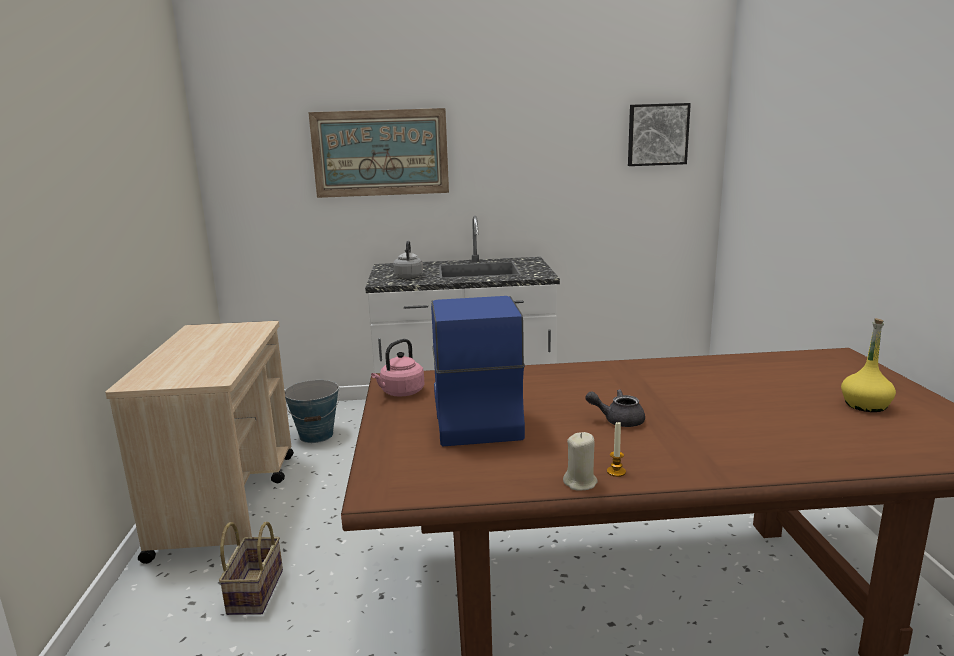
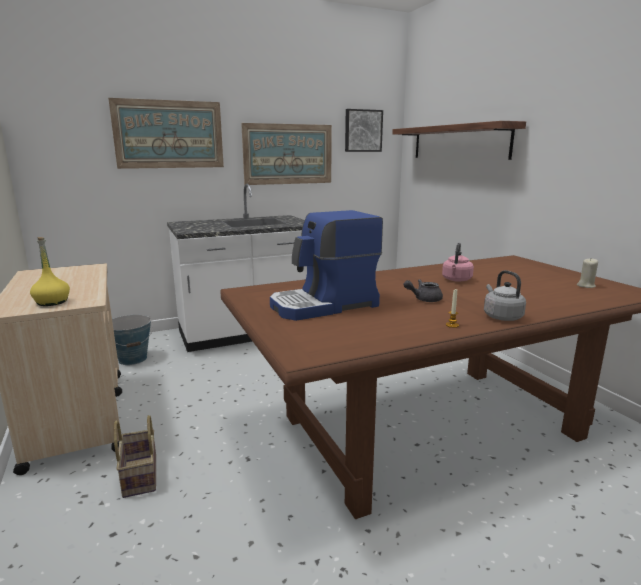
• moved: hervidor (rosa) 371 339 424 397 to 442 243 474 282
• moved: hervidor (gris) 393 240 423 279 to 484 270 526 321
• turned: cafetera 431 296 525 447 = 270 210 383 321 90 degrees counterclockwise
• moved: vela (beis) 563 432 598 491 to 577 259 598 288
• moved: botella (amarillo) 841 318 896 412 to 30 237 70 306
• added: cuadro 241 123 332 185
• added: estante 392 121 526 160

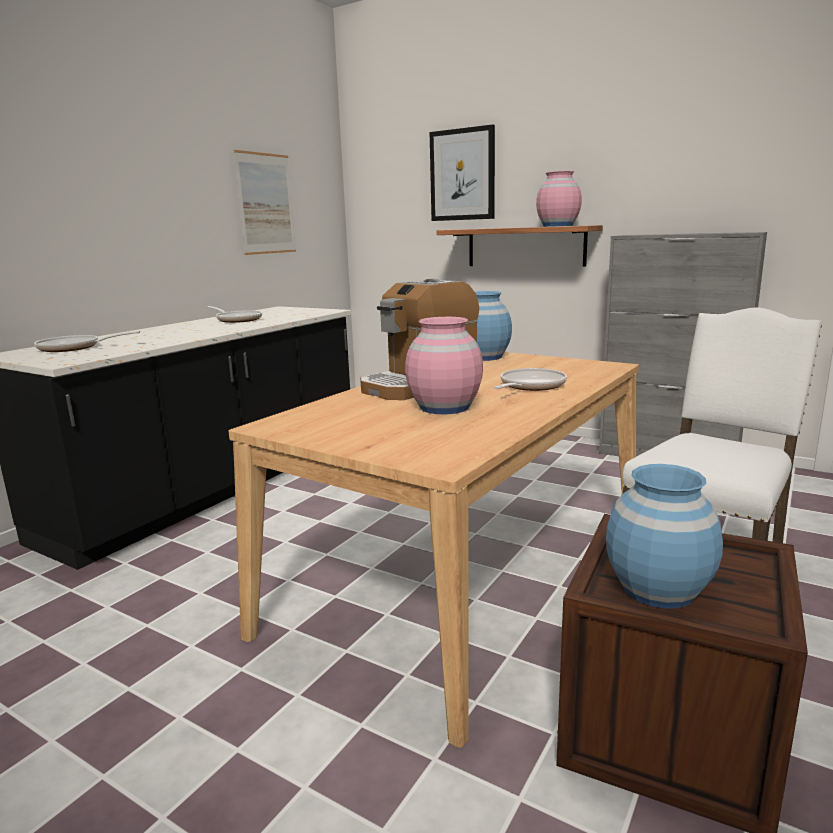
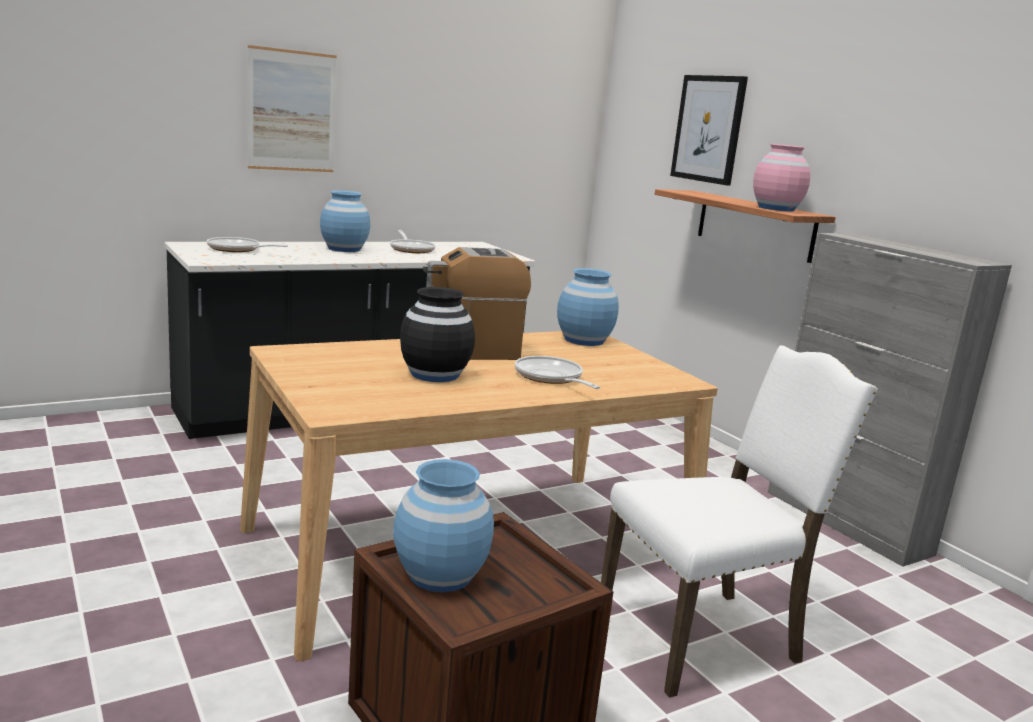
• moved: cuadro 234 150 296 255 to 248 45 337 172
• recoloured: florero (rosa) 405 317 483 414 to florero (negro) 400 287 475 382
• turned: sartén 494 368 567 391 = 515 356 600 389 90 degrees counterclockwise
• added: florero (azul) 320 190 370 252

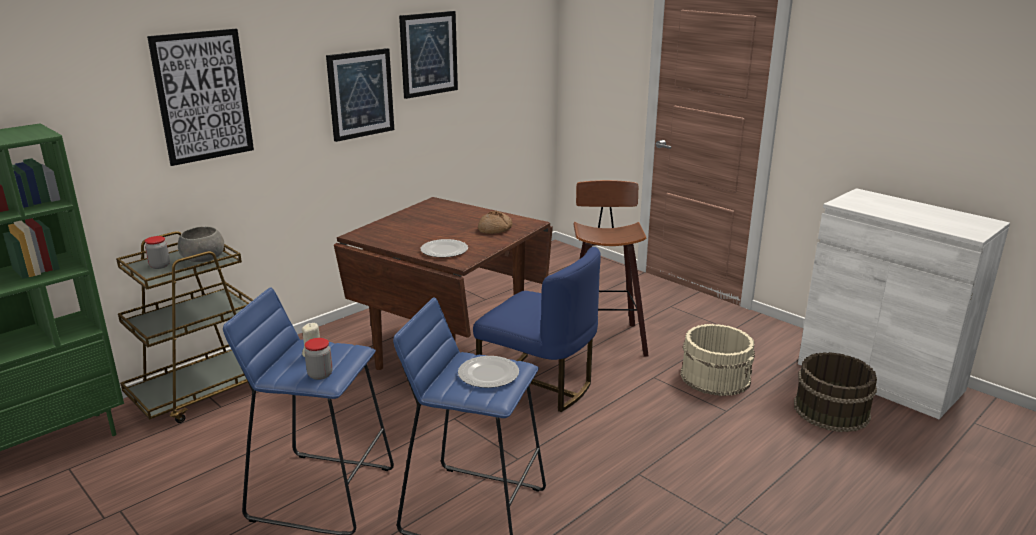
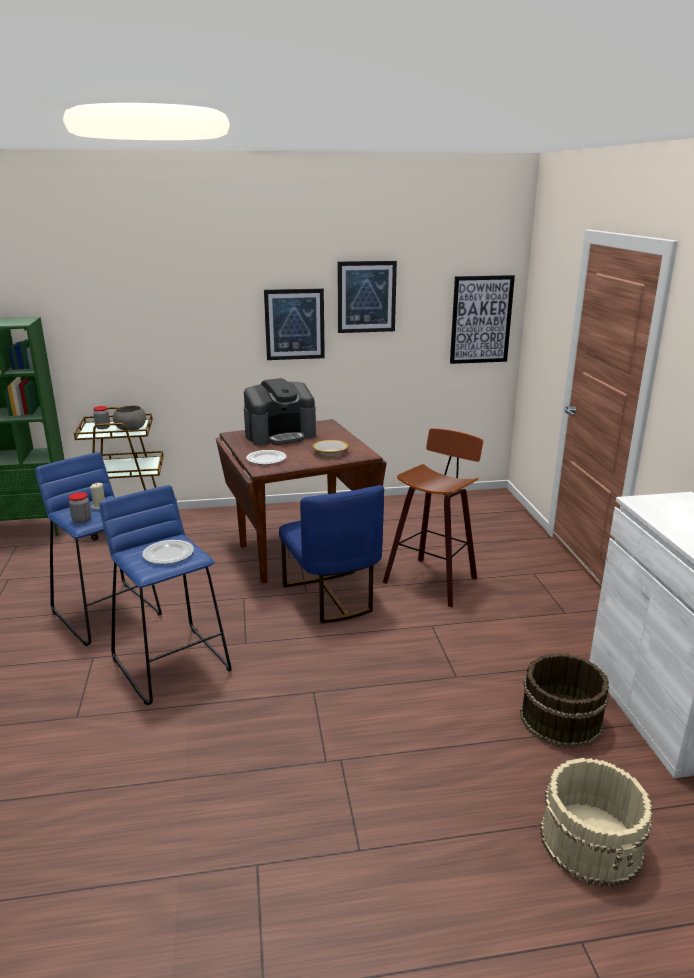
• moved: cuadro 147 29 254 166 to 450 275 515 364
• replaced: pan 478 211 512 234 to cuenco 312 440 349 456
• moved: cubo (beis) 680 324 755 396 to 540 758 653 888
• added: cafetera 244 378 316 446

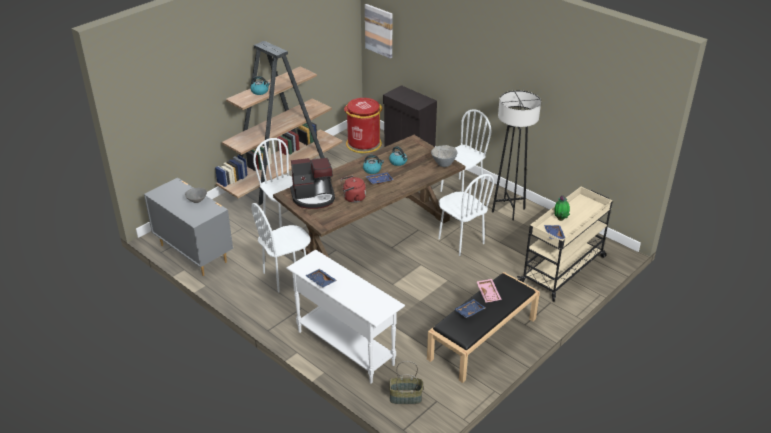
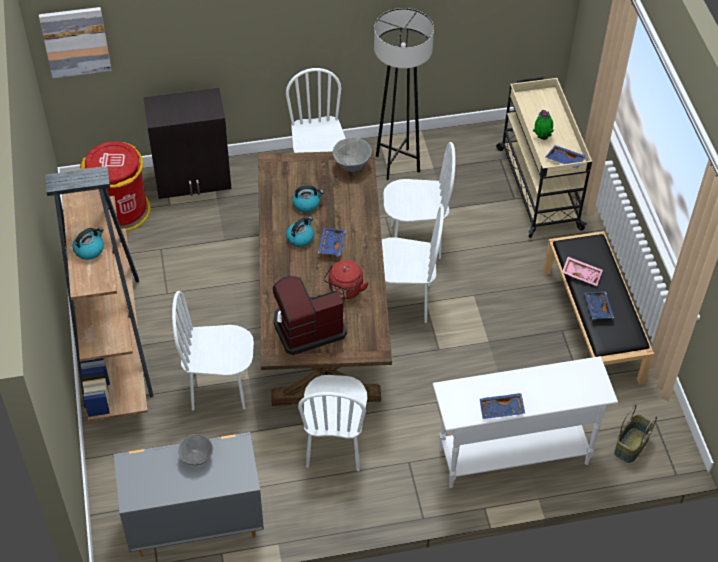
• turned: cafetera 290 158 335 209 = 273 276 347 355 135 degrees counterclockwise
• added: silla (blanco) 382 206 444 323

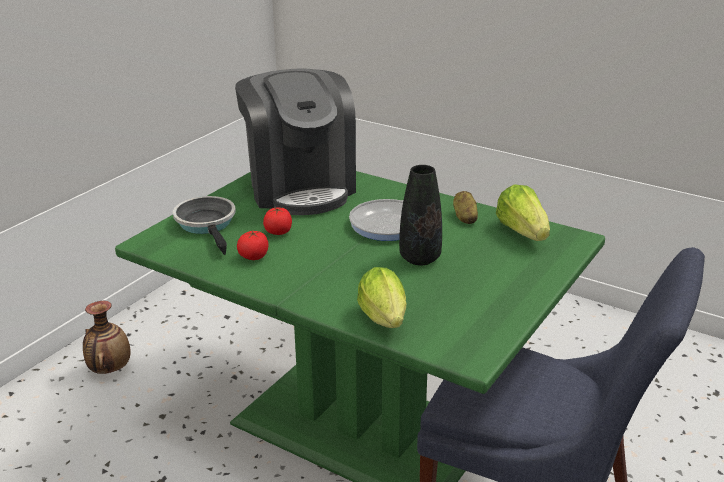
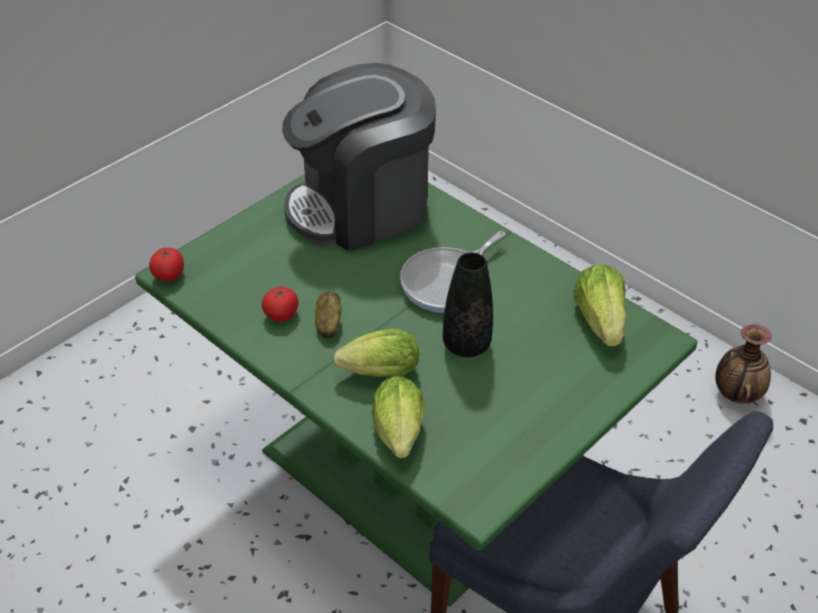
• moved: florero 83 301 131 374 to 715 324 771 404
• removed: sartén 173 196 236 255
• turned: cafetera 235 69 356 215 = 282 63 436 251 75 degrees clockwise
• moved: tomate 263 207 292 235 to 149 247 184 281
• moved: patata 453 191 478 224 to 315 291 342 339
• added: lechuga 333 329 419 377

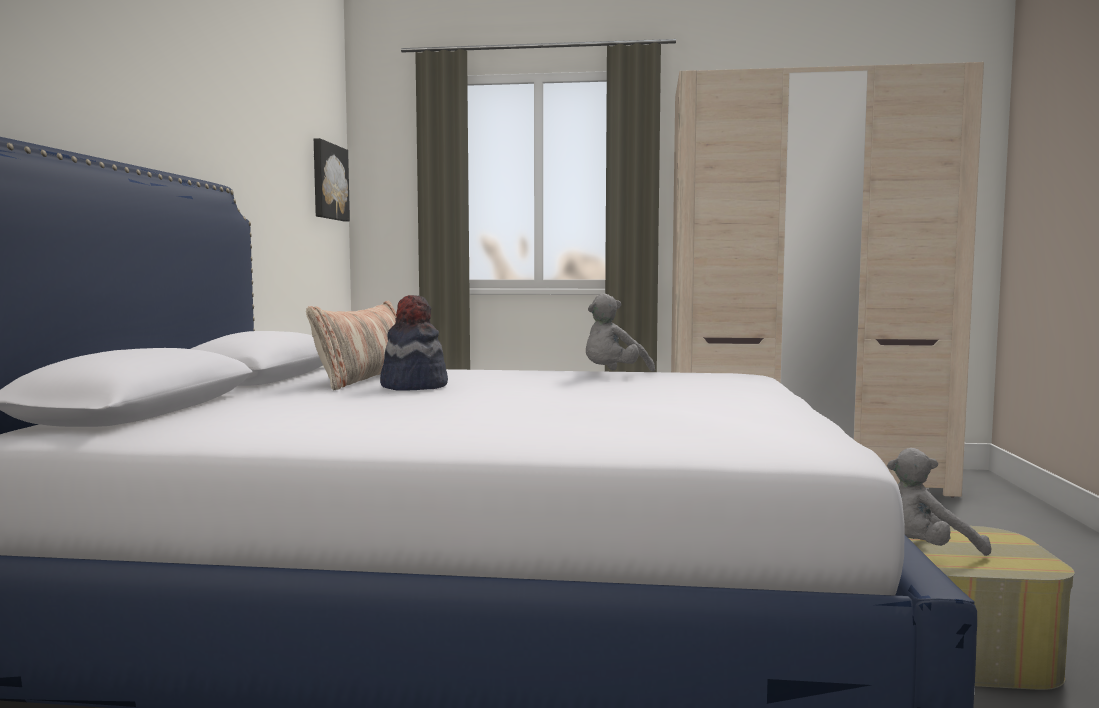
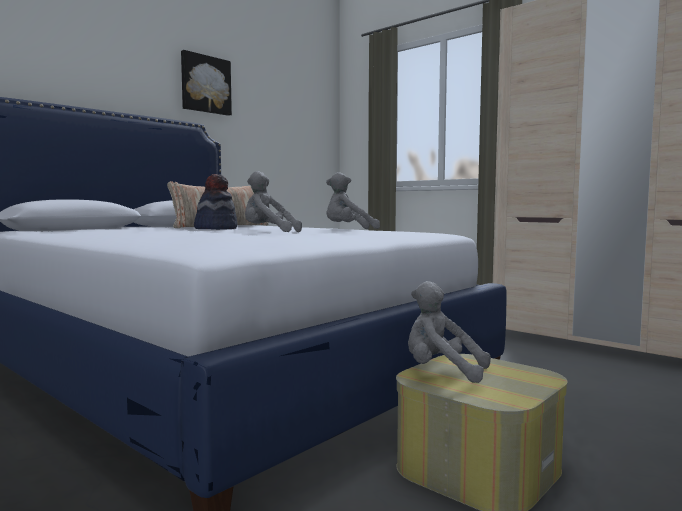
• moved: cuadro 314 138 350 221 to 181 50 232 116
• added: peluche (gris) 245 171 302 232

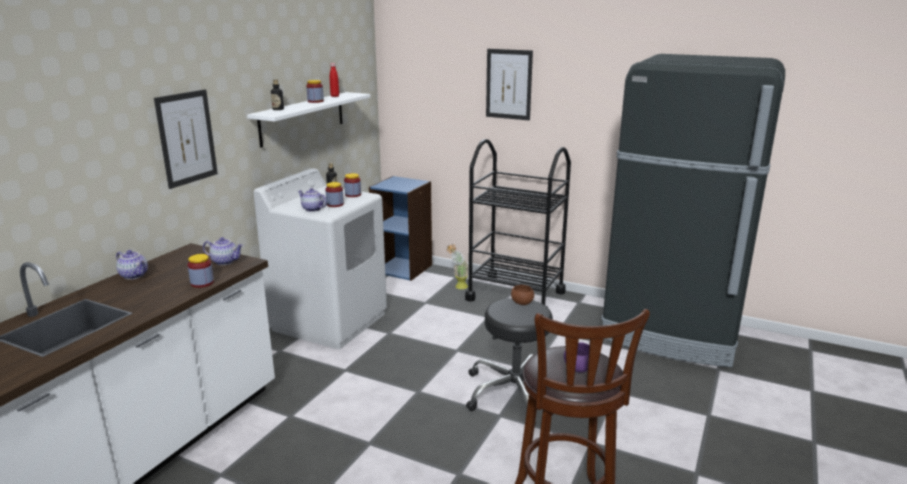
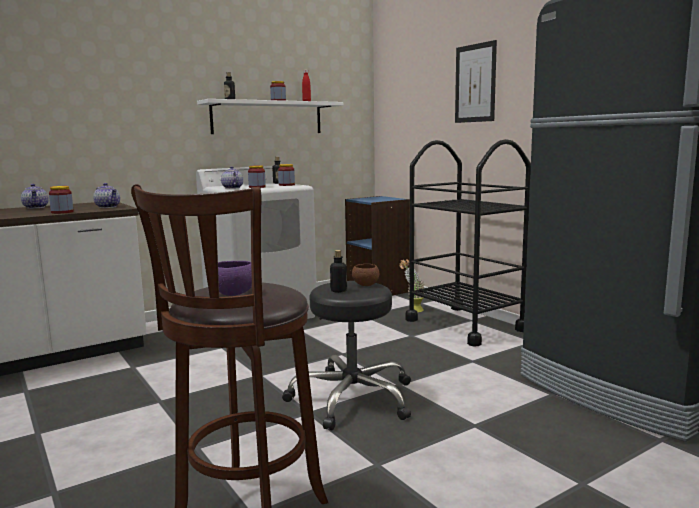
• removed: cuadro 154 89 218 189
• added: botella 330 250 347 293

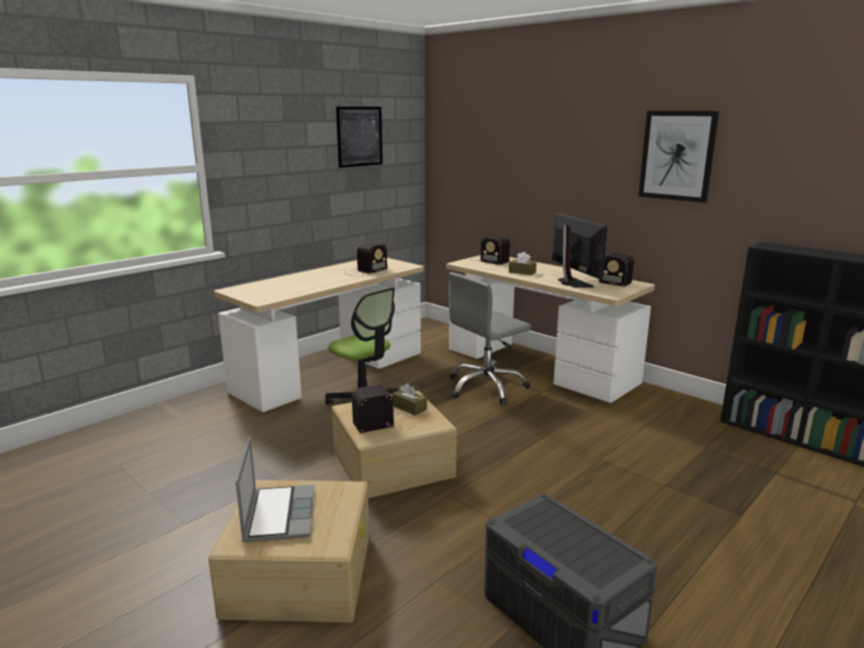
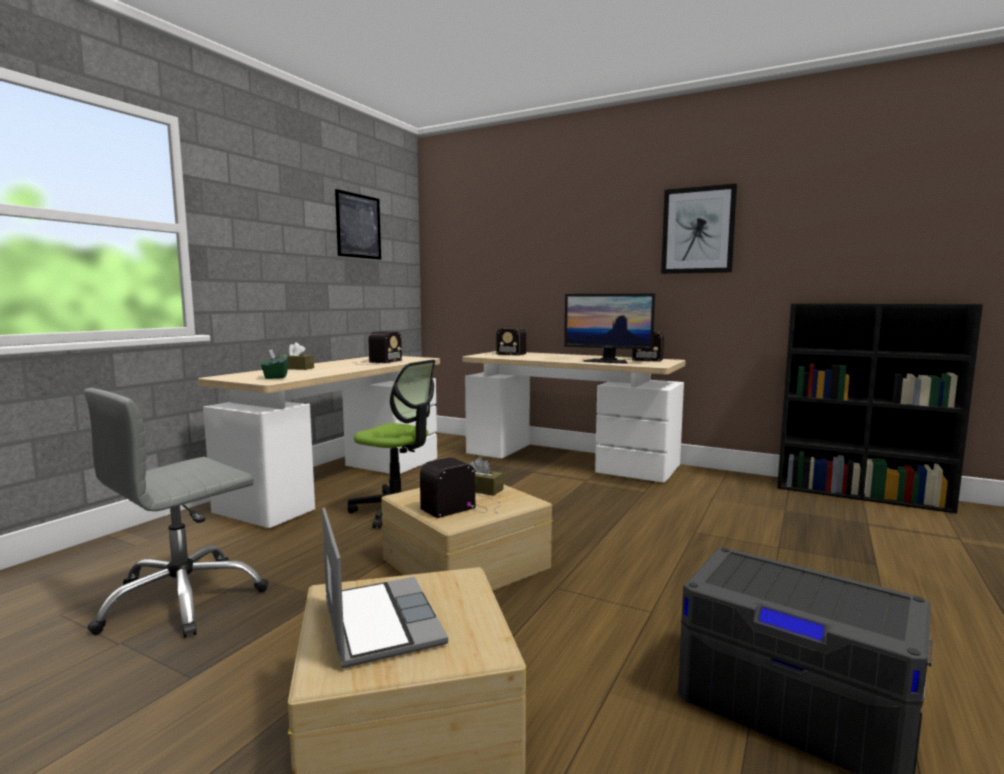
• moved: silla de oficina (gris) 449 272 531 405 to 84 388 268 638
• moved: caja de pañuelos (marrón) 509 252 537 275 to 278 342 314 370
• turned: monitor 552 213 608 288 = 564 294 655 364 150 degrees clockwise
• added: caja de pañuelos (verde) 261 349 288 379

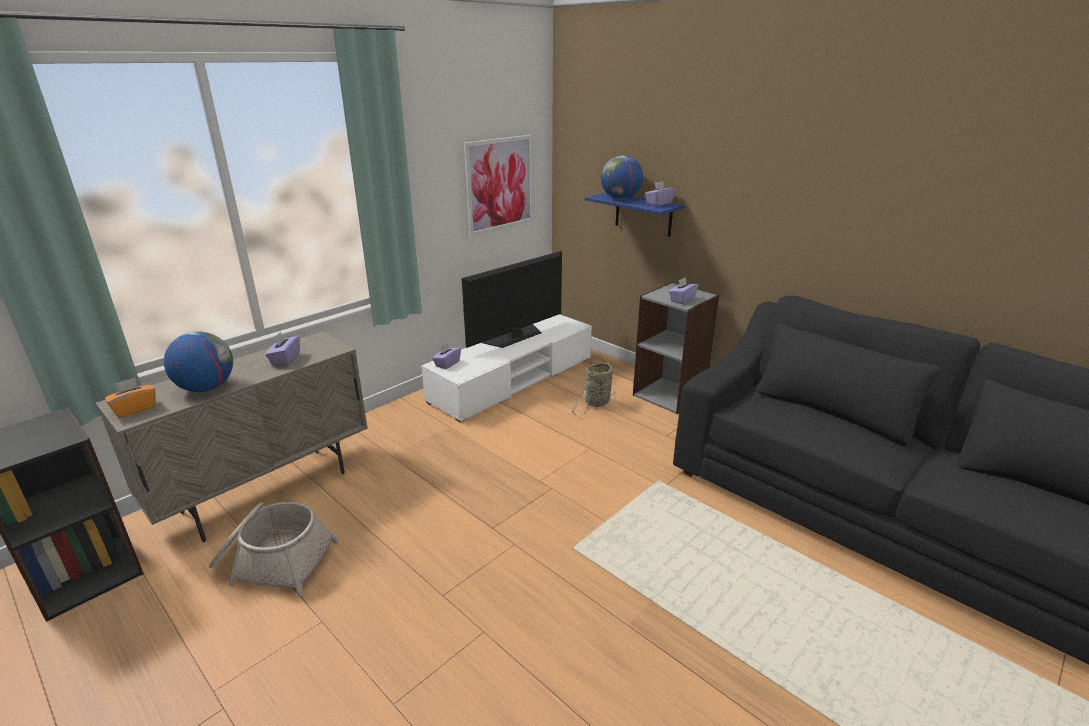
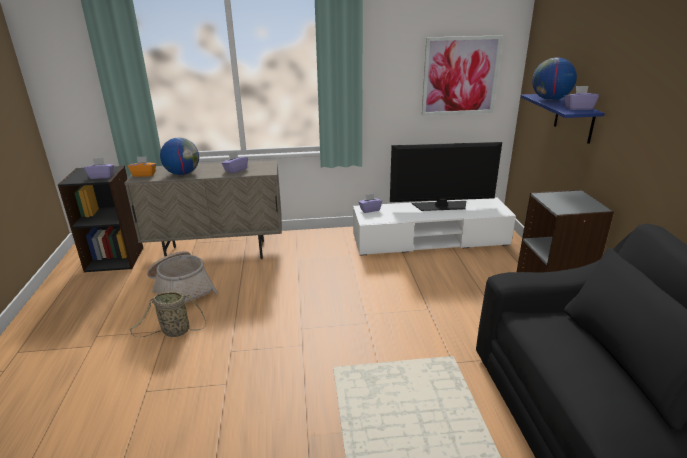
• moved: cesta 572 361 615 416 to 130 292 206 337
• moved: caja de pañuelos (morado) 669 277 698 304 to 84 158 114 179

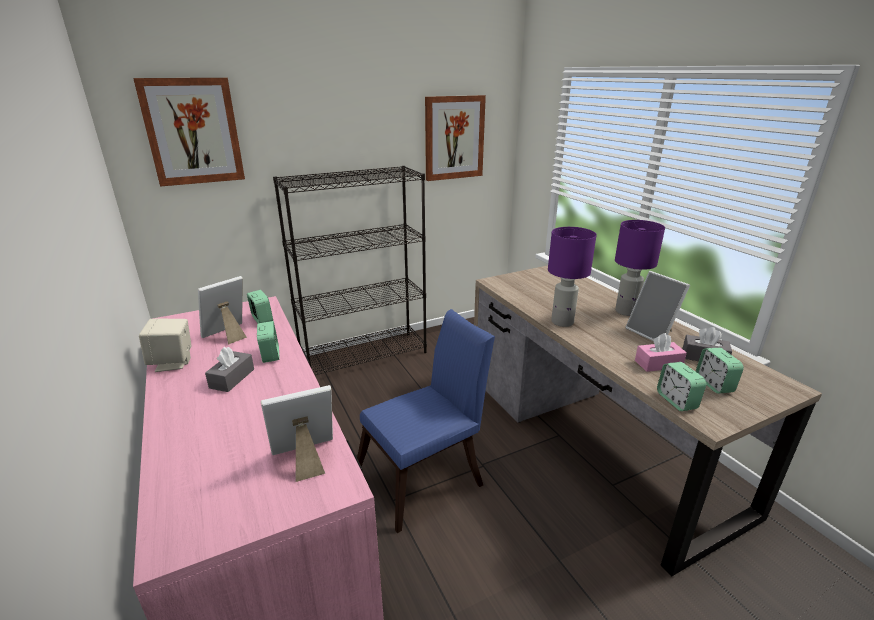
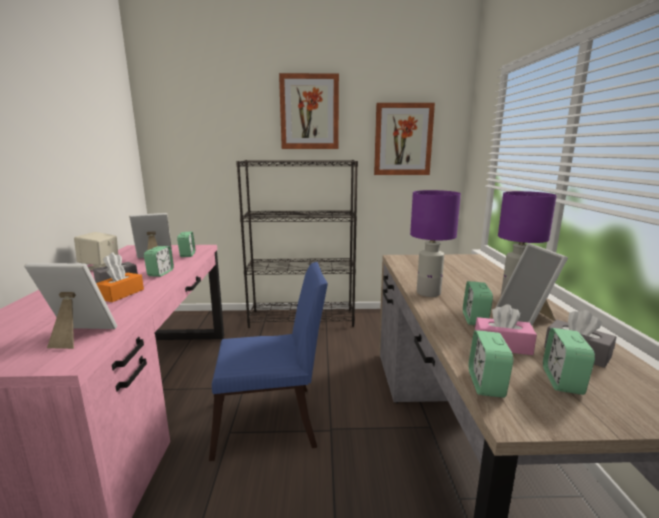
• moved: cuadro 133 78 245 187 to 279 73 339 149
• added: caja de pañuelos (naranja) 96 263 144 302
• added: despertador 463 281 493 325

